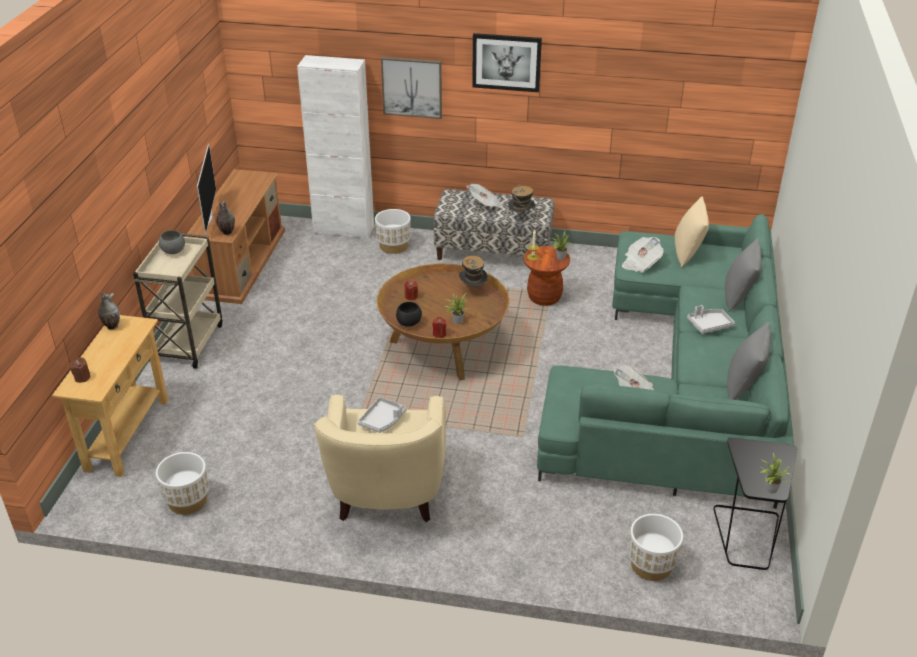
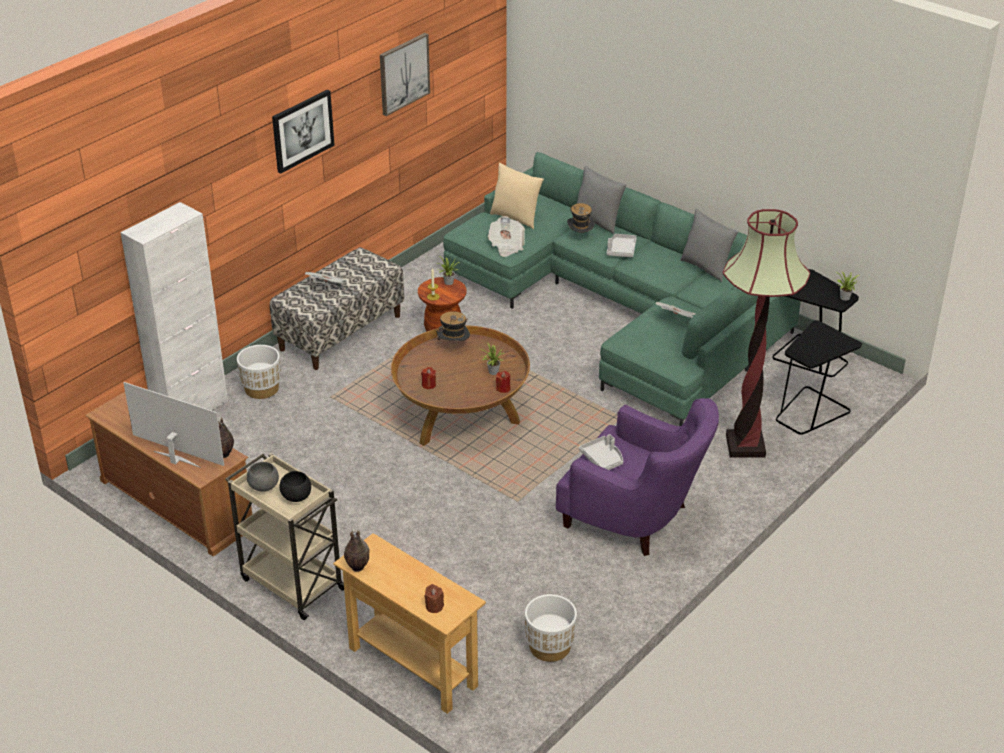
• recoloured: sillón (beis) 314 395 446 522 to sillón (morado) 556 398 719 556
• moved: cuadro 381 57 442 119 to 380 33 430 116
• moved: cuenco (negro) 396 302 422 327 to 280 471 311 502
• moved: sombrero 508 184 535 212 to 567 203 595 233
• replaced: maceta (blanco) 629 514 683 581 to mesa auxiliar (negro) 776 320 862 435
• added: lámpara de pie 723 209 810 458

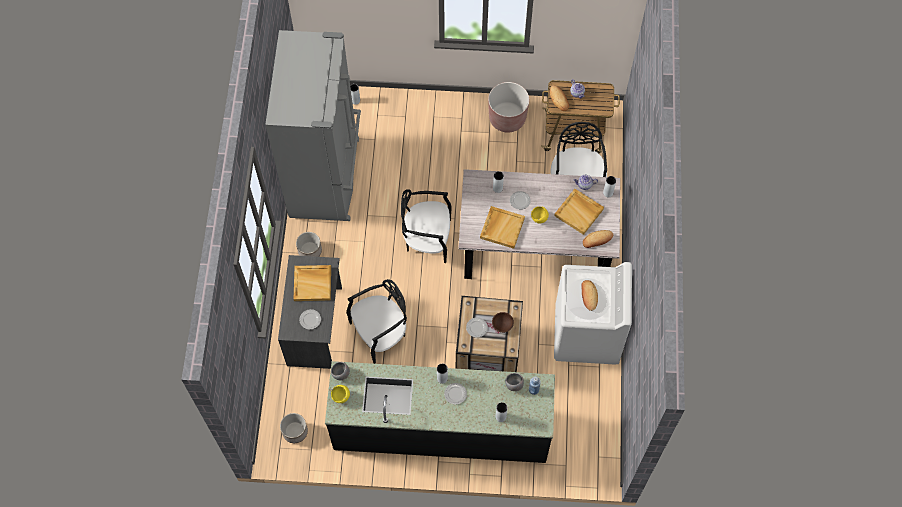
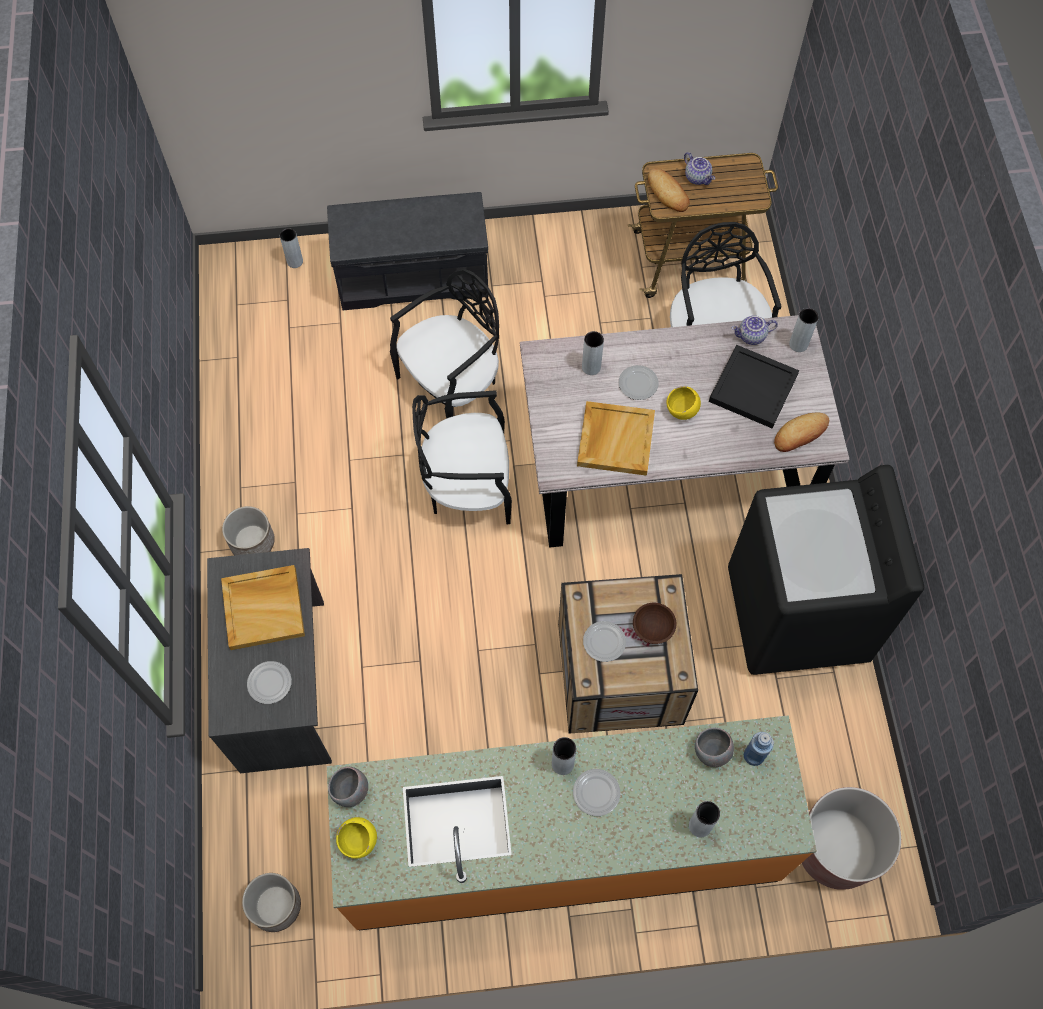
• removed: nevera (gris) 265 30 361 221
• recoloured: mueble bajo de cocina (negro) 325 361 555 463 to mueble bajo de cocina (naranja) 327 715 817 931
• moved: silla (negro) 346 279 407 364 to 390 269 499 419
• moved: maceta (marrón) 488 82 529 133 to 802 787 901 890
• recoloured: bandeja (beis) 554 189 604 235 to bandeja (negro) 709 345 799 428
• recoloured: lavadora (blanco) 554 262 632 365 to lavadora (negro) 728 465 924 675
• removed: pan 581 280 598 311
• added: banco (gris) 327 192 489 310

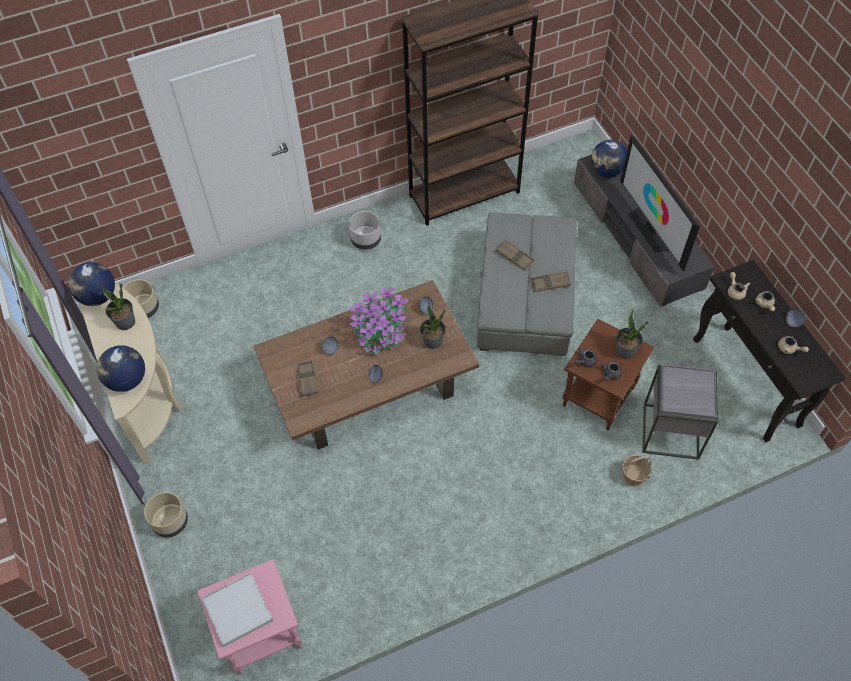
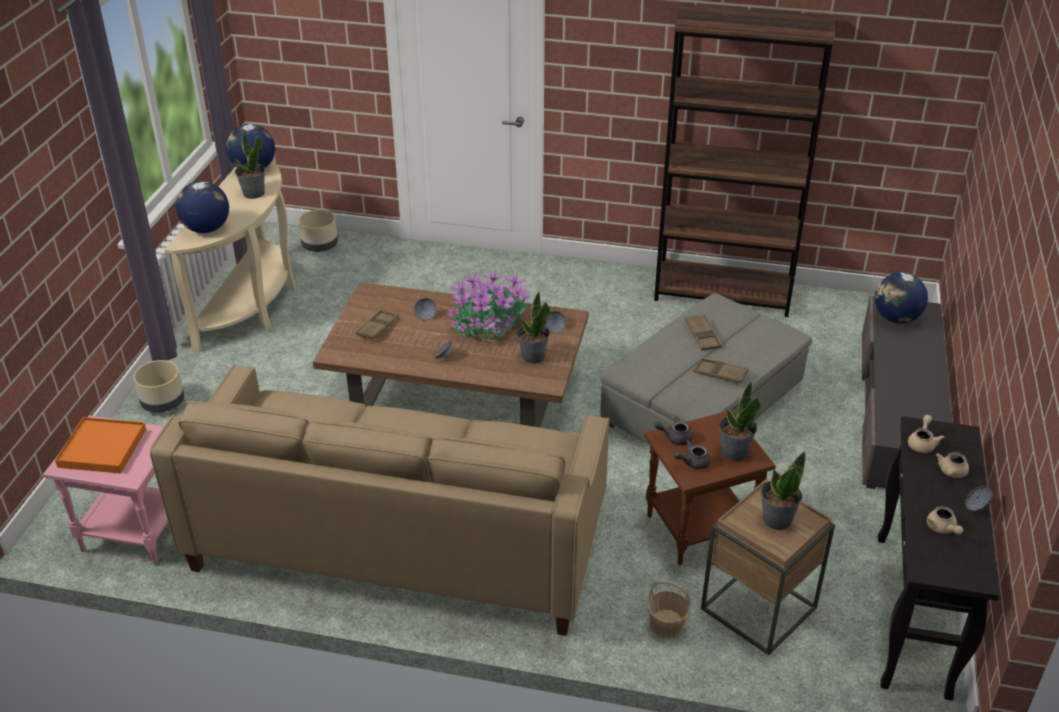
• recoloured: bandeja (blanco) 202 573 273 647 to bandeja (naranja) 55 417 146 473
• removed: maceta (gris) 349 211 381 250
• removed: televisor 620 134 700 271
• recoloured: mesa auxiliar (gris) 642 364 718 460 to mesa auxiliar (marrón) 701 480 835 655
• added: sofá (beis) 150 365 609 636
• added: planta en maceta 761 452 806 530

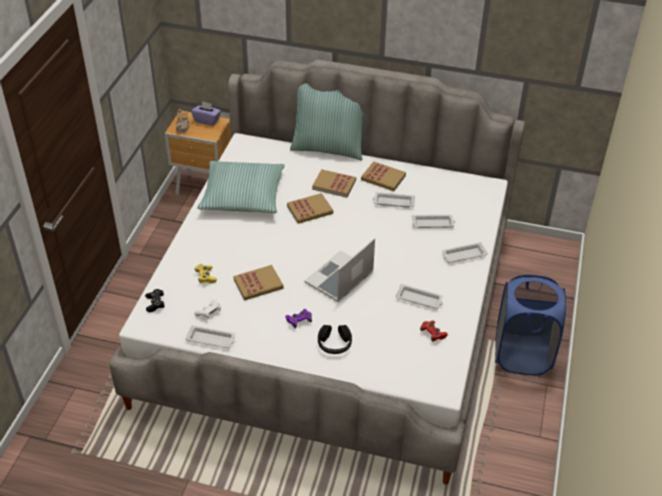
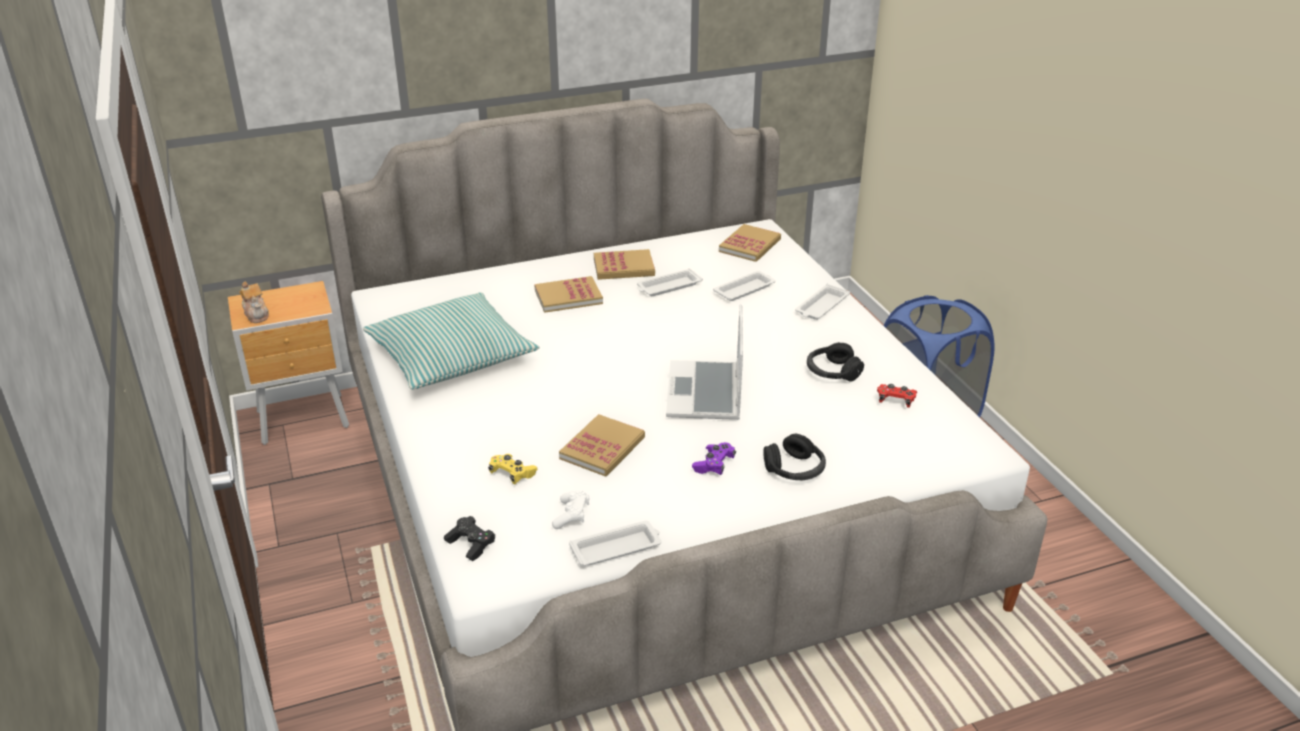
• removed: caja de pañuelos (morado) 191 101 221 126
• moved: libro 287 193 333 224 to 719 224 781 262
• removed: cojín 290 83 363 160
• replaced: bandeja (blanco) 396 284 443 309 to auriculares (negro) 807 342 864 381

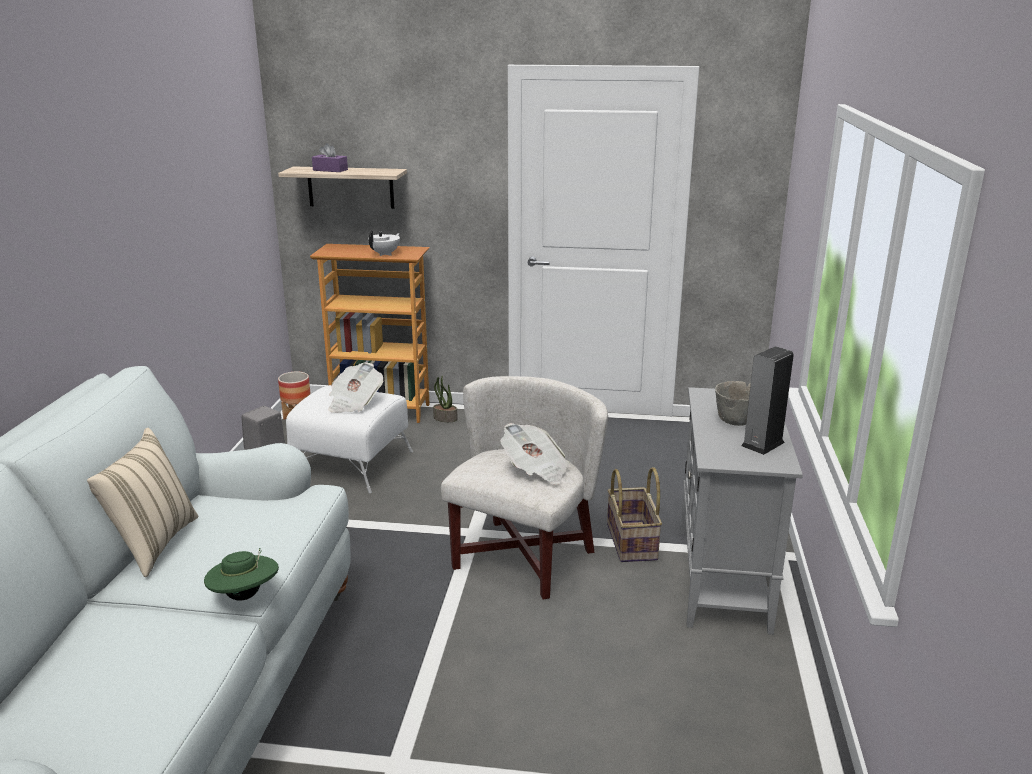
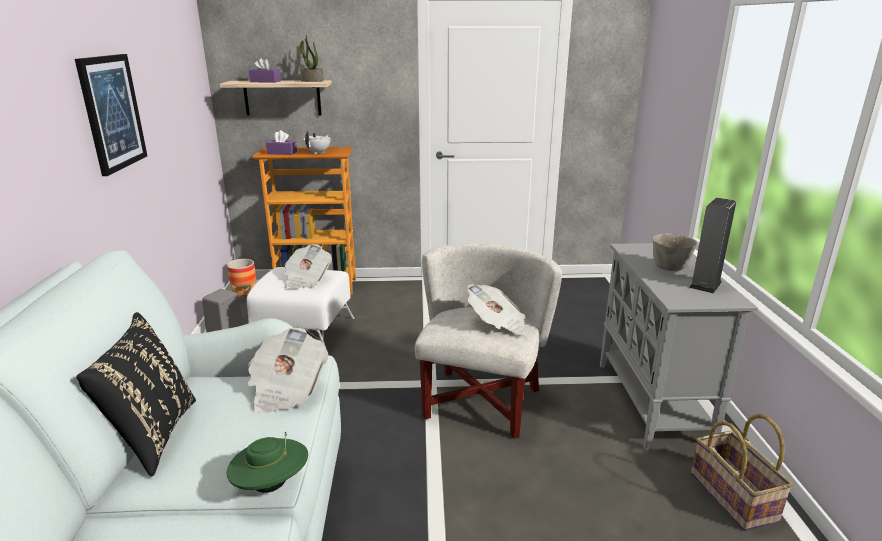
• recoloured: cojín (beis) 87 428 198 577 to cojín (negro) 76 312 196 477
• moved: planta en maceta 433 376 458 422 to 299 35 324 82
• moved: cesta 607 467 662 562 to 690 414 793 531
• added: cuadro 75 54 147 176
• added: periódico 247 327 328 413
• added: caja de pañuelos (morado) 266 130 297 155

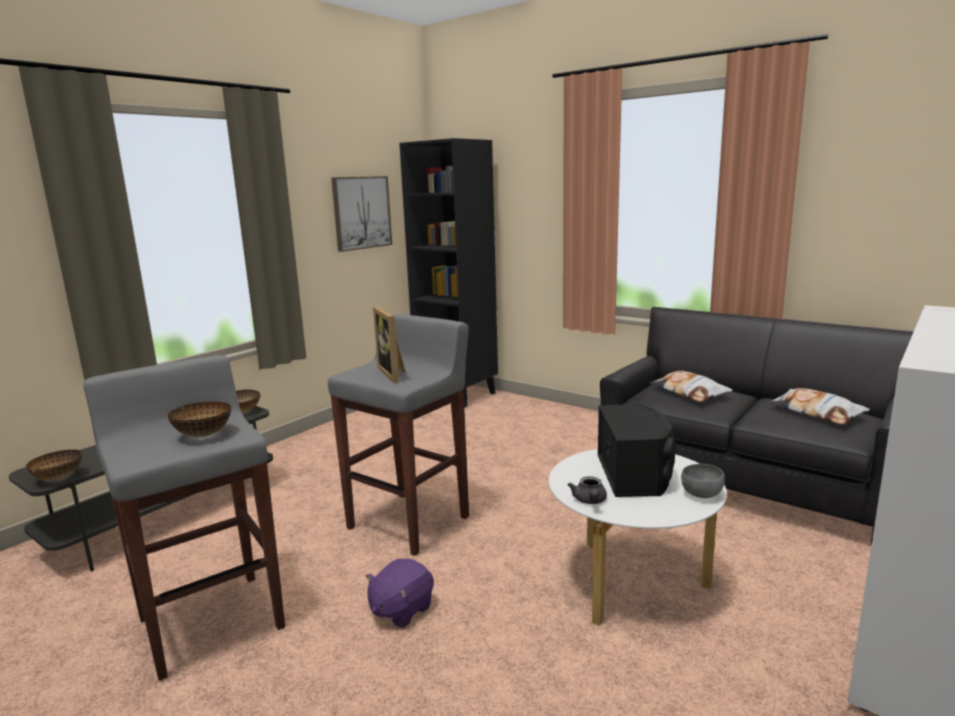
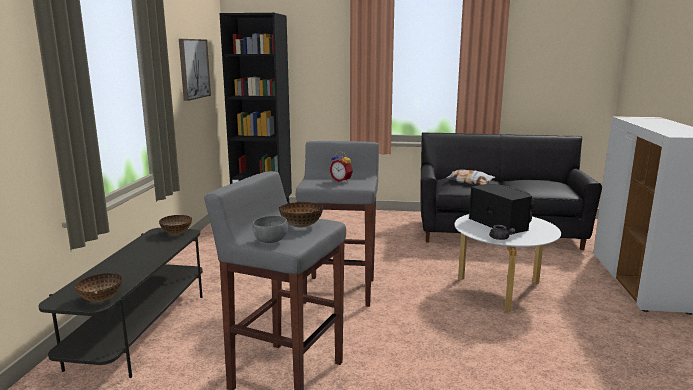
• removed: peluche (morado) 365 559 434 628
• replaced: portarretratos 373 306 406 383 to despertador 329 151 353 182
• moved: cuenco (gris) 681 464 725 498 to 252 216 288 243
• removed: cojín 768 388 870 425

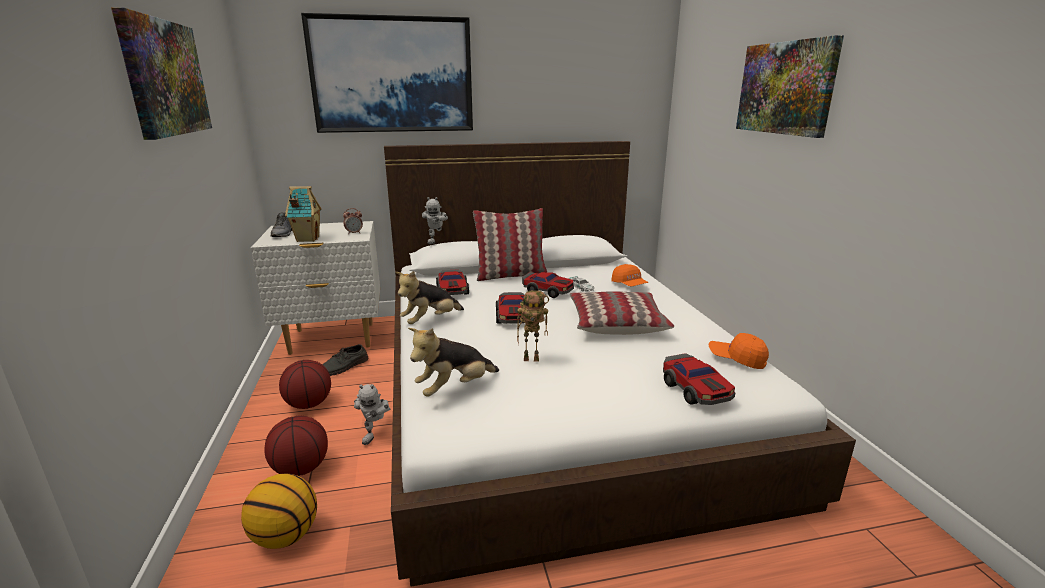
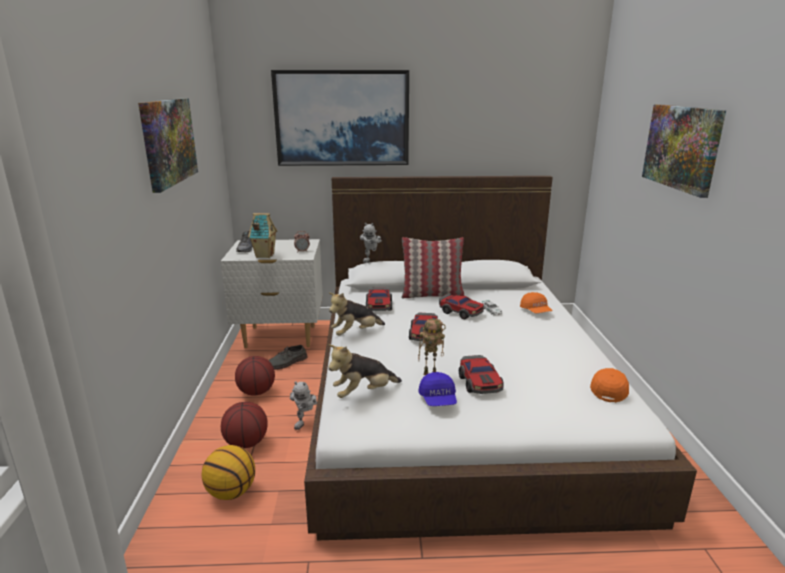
• removed: cojín 569 291 674 335
• moved: coche de juguete 663 353 735 405 to 459 355 504 394
• turned: gorra (naranja) 709 333 769 369 = 590 368 629 403 75 degrees clockwise
• added: gorra (azul) 418 372 457 406

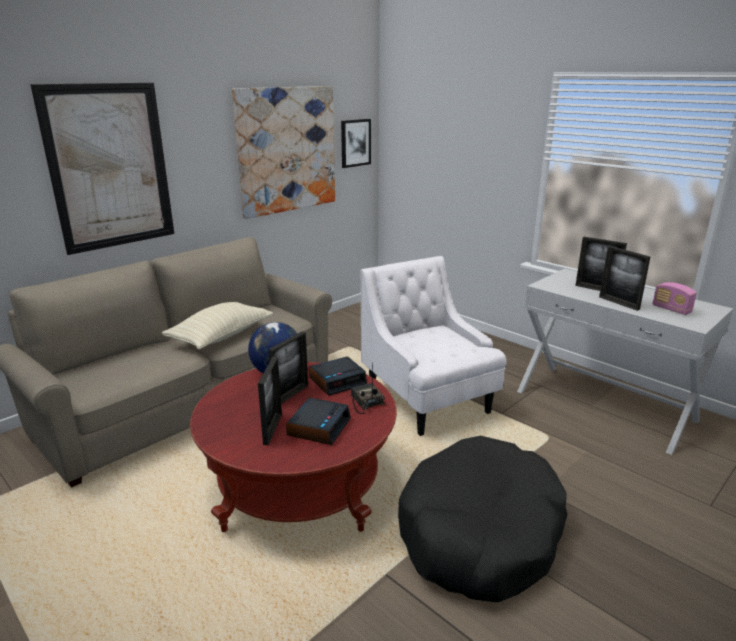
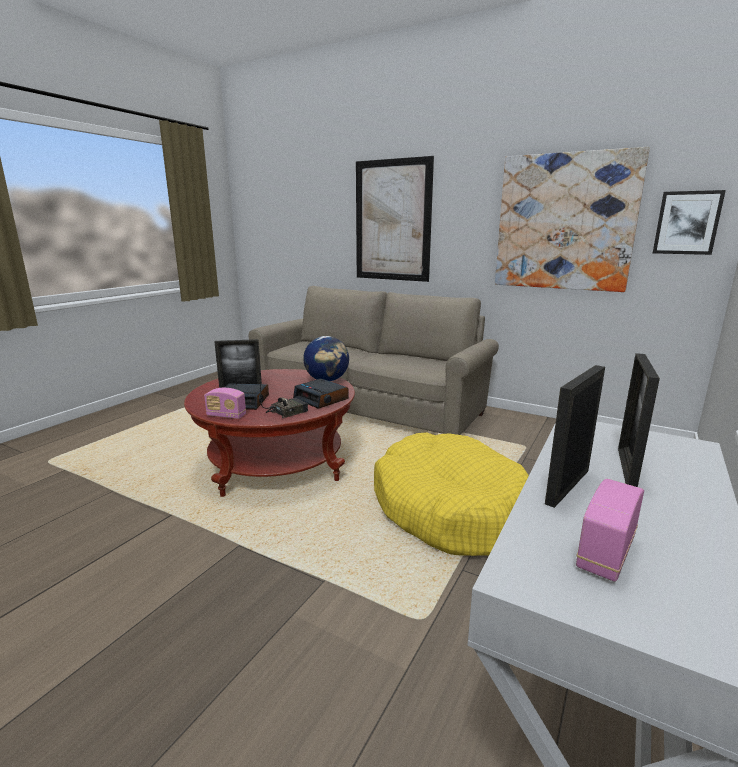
• removed: cojín (beis) 162 302 273 349
• removed: portarretratos 268 331 308 404
• replaced: sillón (blanco) 361 256 507 436 to cama para perro (amarillo) 374 432 529 556
• removed: cama para perro (negro) 398 436 567 602
• added: radio 204 388 246 419

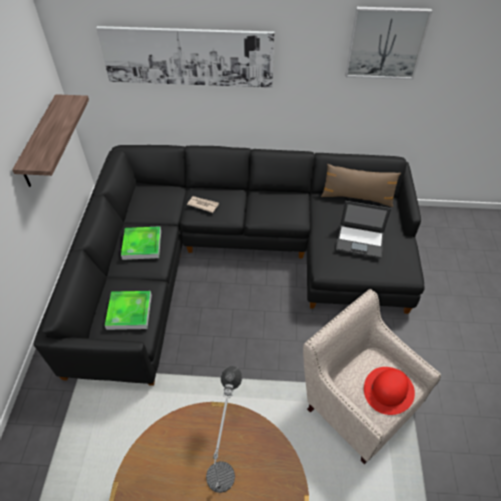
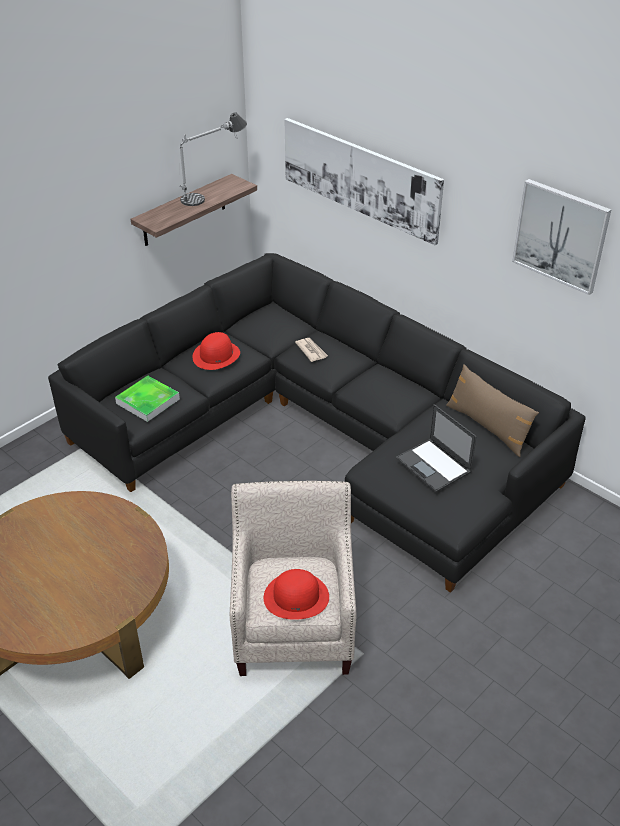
• replaced: bandeja 121 226 161 260 to sombrero (rojo) 193 332 240 370
• moved: lámpara de mesa 206 366 242 493 to 179 112 247 206

